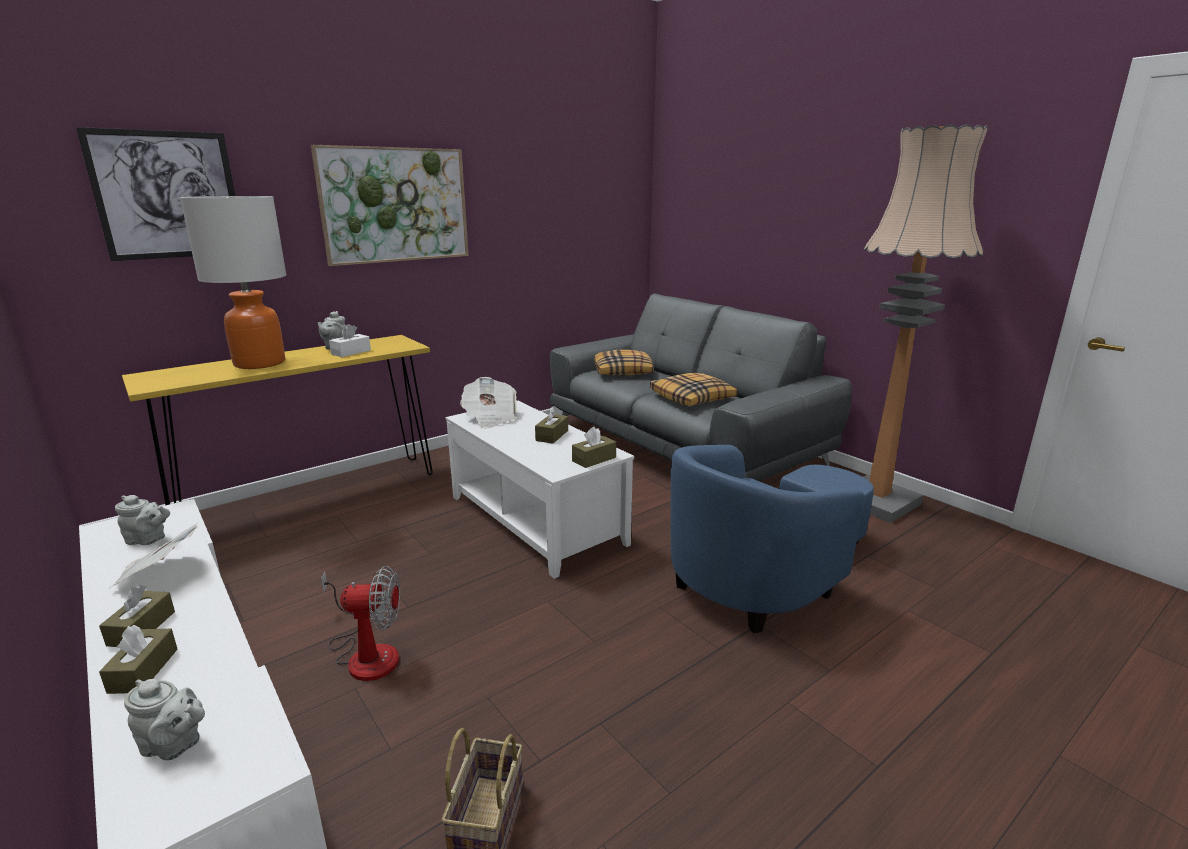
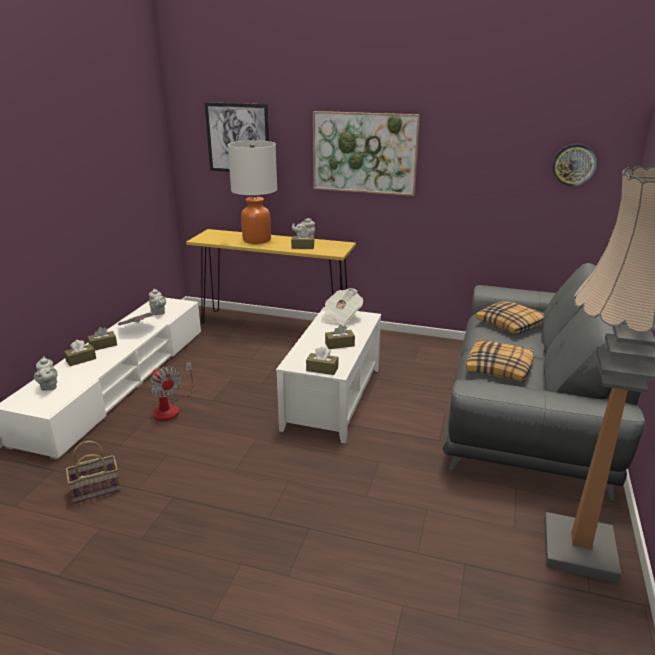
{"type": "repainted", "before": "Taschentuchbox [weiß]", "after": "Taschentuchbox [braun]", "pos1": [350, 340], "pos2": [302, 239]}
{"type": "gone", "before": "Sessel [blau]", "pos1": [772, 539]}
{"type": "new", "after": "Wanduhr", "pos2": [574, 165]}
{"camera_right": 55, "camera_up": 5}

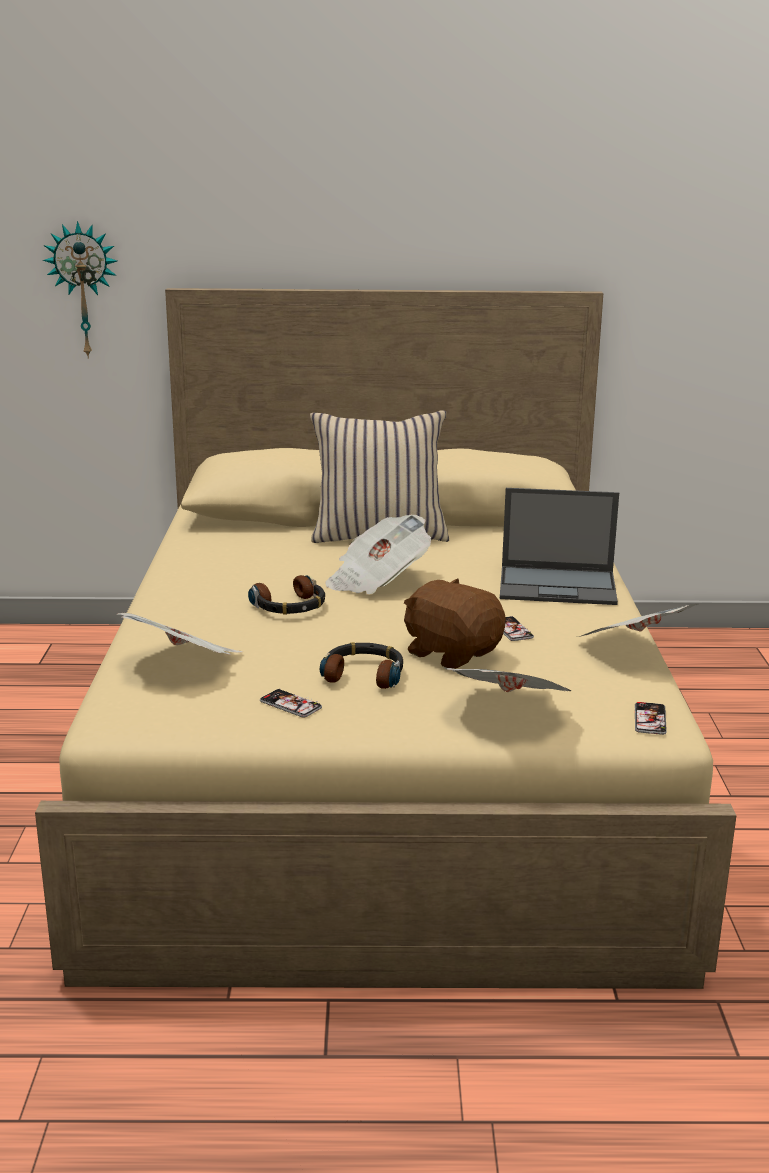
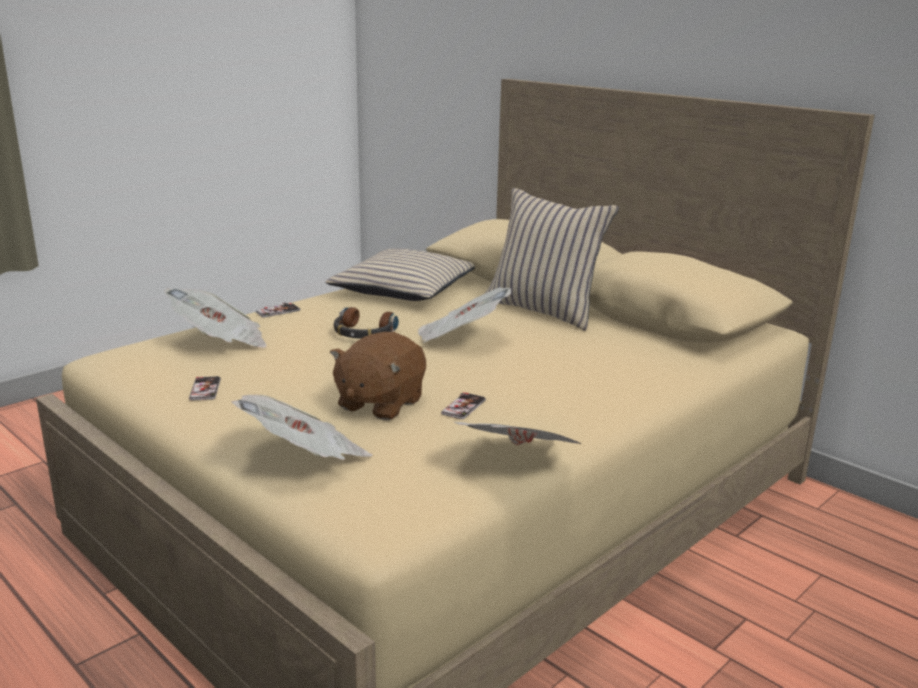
{"type": "gone", "before": "Wanduhr", "pos1": [80, 290]}
{"type": "gone", "before": "Kopfhörer", "pos1": [361, 665]}
{"type": "rotated", "before": "Plüschtier [braun]", "pos1": [455, 623], "pos2": [378, 376], "turn": -150}
{"type": "gone", "before": "Laptop", "pos1": [559, 546]}
{"type": "shifted", "before": "Handy", "pos1": [651, 718], "pos2": [278, 309]}
{"type": "new", "after": "Kissen [beige]", "pos2": [400, 274]}
{"camera_right": 45, "camera_up": 0}

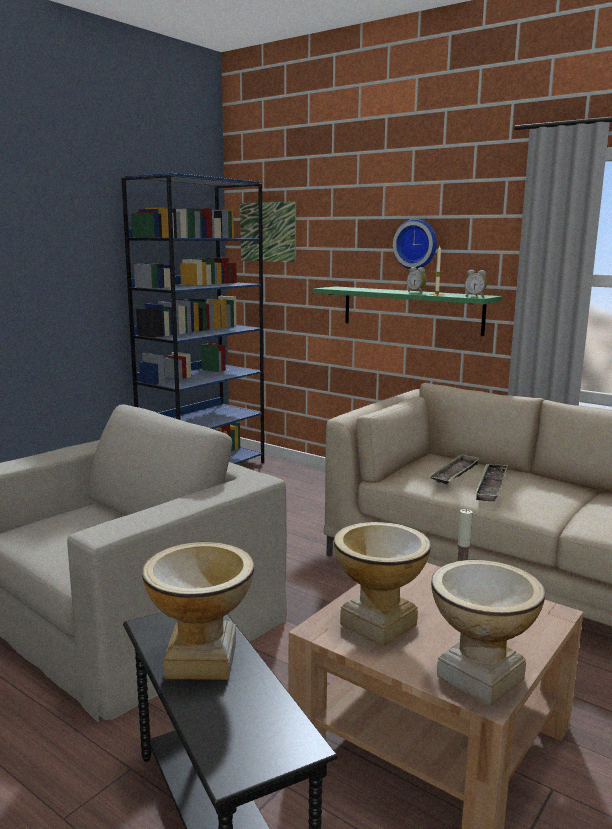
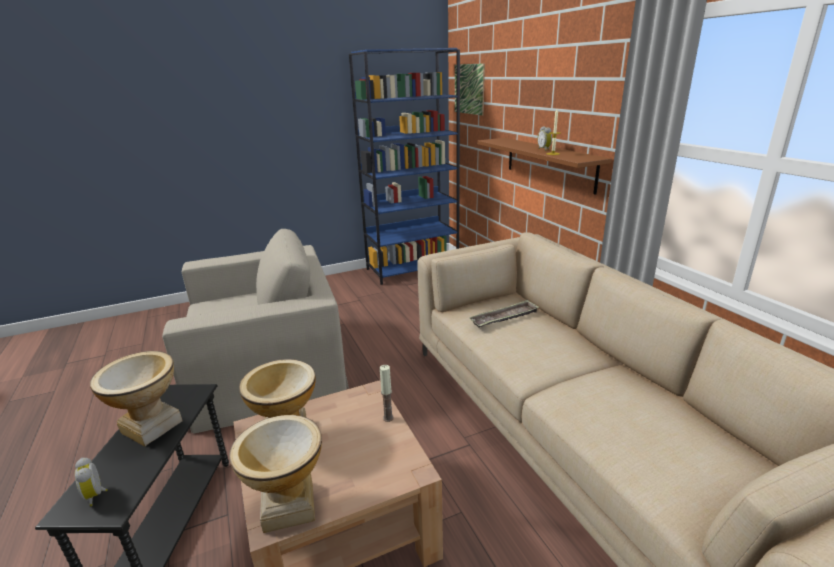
{"type": "repainted", "before": "Wandregal [grün]", "after": "Wandregal [braun]", "pos1": [407, 311], "pos2": [544, 166]}
{"type": "gone", "before": "Wanduhr", "pos1": [415, 244]}
{"type": "shifted", "before": "Wecker", "pos1": [476, 284], "pos2": [91, 482]}
{"type": "gone", "before": "Tablett", "pos1": [491, 482]}
{"camera_right": 30, "camera_up": 10}

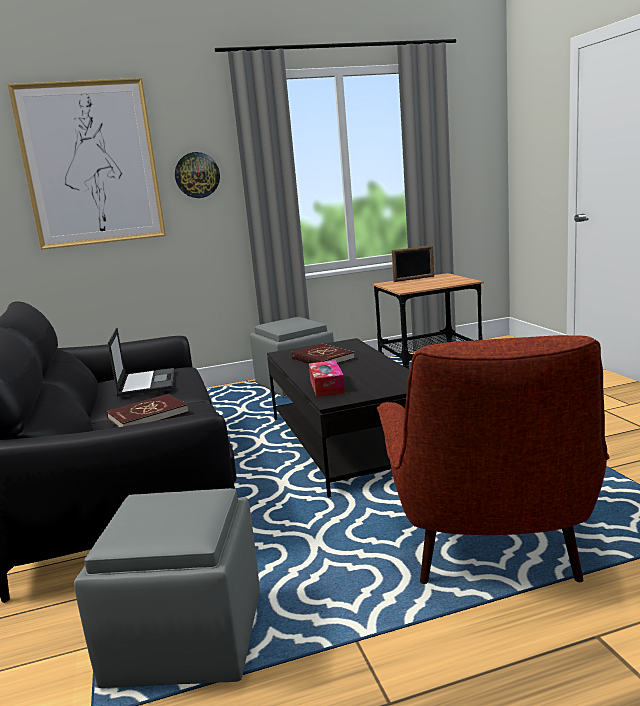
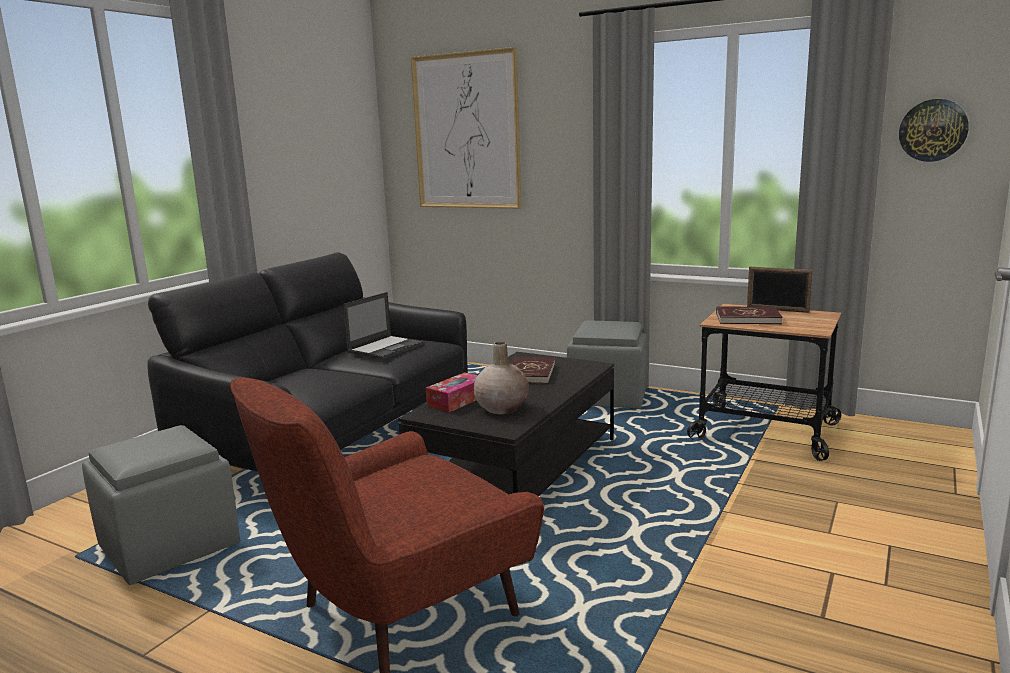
{"type": "shifted", "before": "Buch [rot]", "pos1": [147, 410], "pos2": [749, 315]}
{"type": "shifted", "before": "Wanduhr", "pos1": [197, 175], "pos2": [934, 130]}
{"type": "new", "after": "Vase [beige]", "pos2": [501, 378]}
{"camera_right": 45, "camera_up": 0}

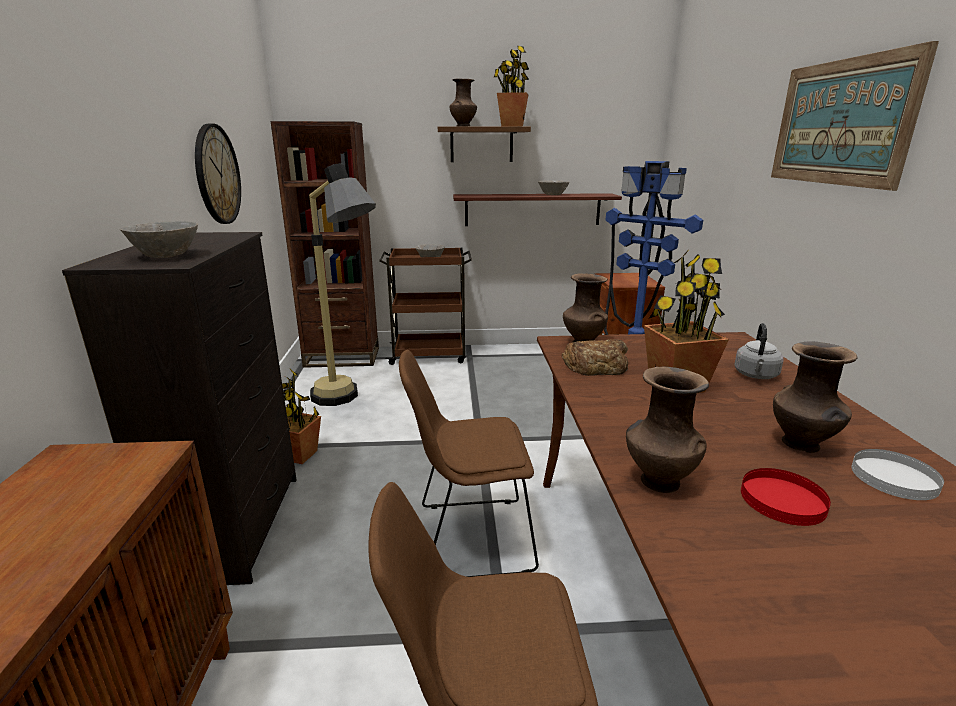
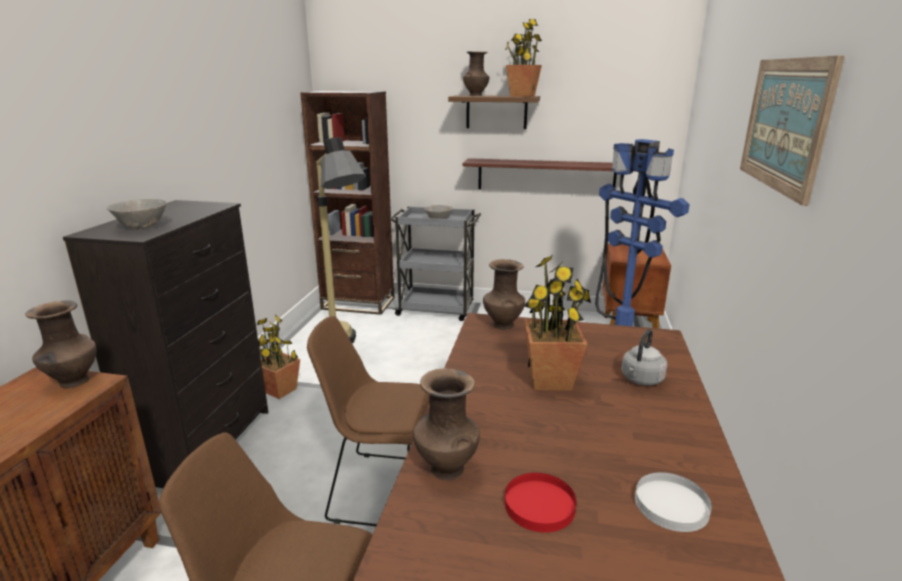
{"type": "gone", "before": "Wanduhr", "pos1": [218, 174]}
{"type": "repainted", "before": "Rollwagen [braun]", "after": "Rollwagen [grau]", "pos1": [425, 306], "pos2": [435, 263]}
{"type": "gone", "before": "Schüssel [grau]", "pos1": [553, 187]}
{"type": "gone", "before": "Brot", "pos1": [595, 357]}
{"type": "shifted", "before": "Vase [braun]", "pos1": [815, 397], "pos2": [61, 344]}
{"camera_right": 15, "camera_up": 0}

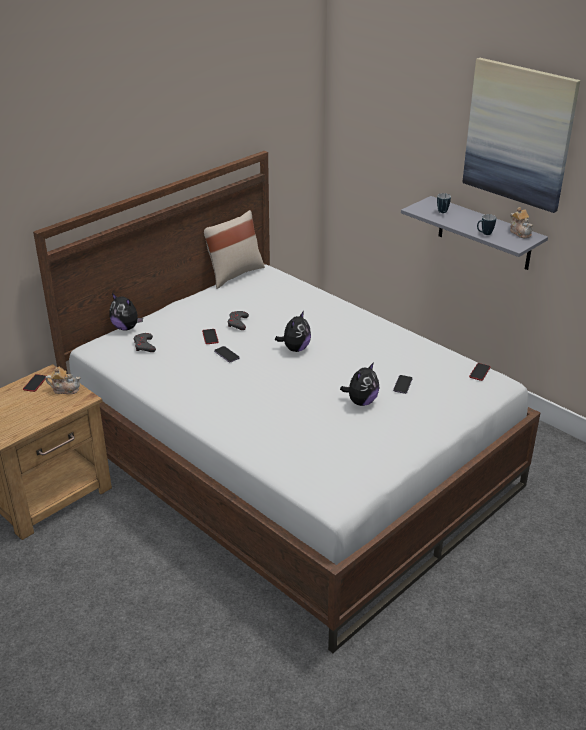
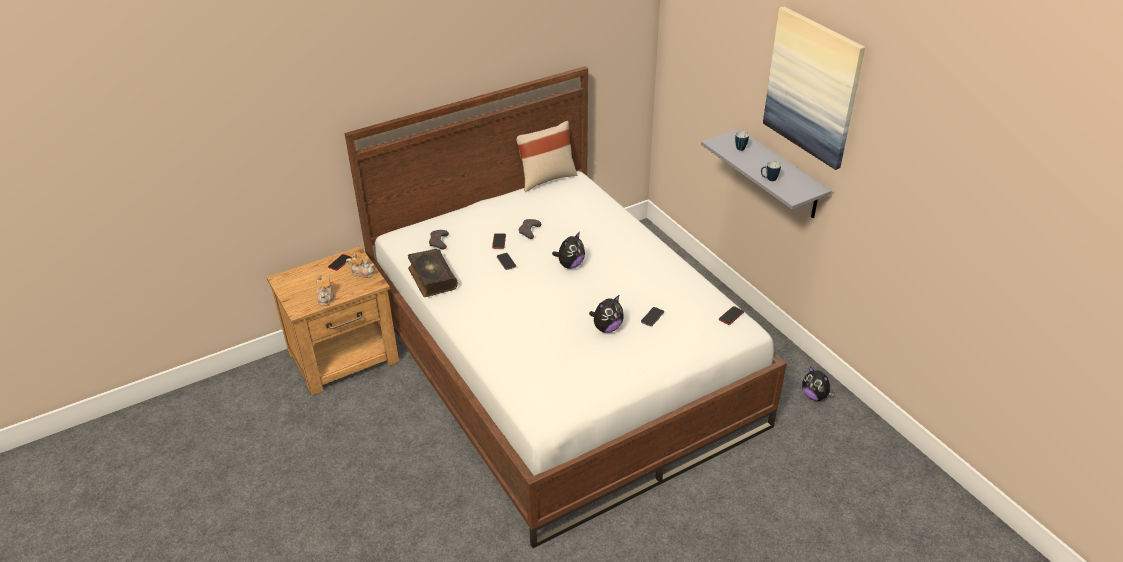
{"type": "shifted", "before": "Plüschtier", "pos1": [126, 312], "pos2": [818, 383]}
{"type": "shifted", "before": "Teekanne", "pos1": [521, 222], "pos2": [325, 290]}
{"type": "new", "after": "Buch", "pos2": [433, 273]}
{"camera_right": 15, "camera_up": 5}

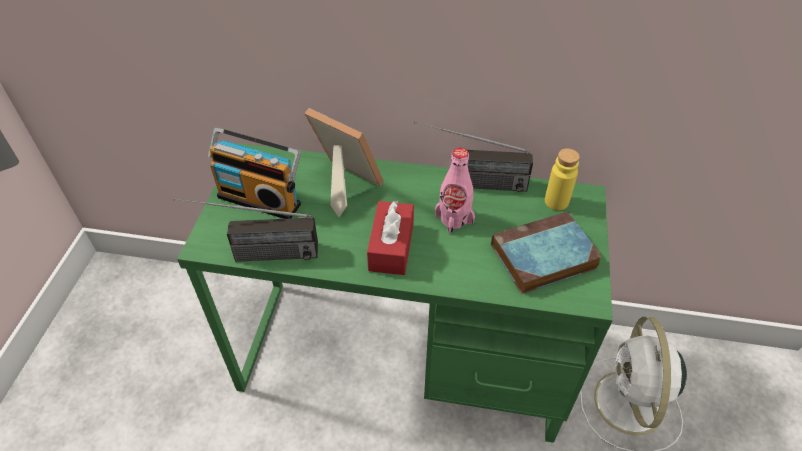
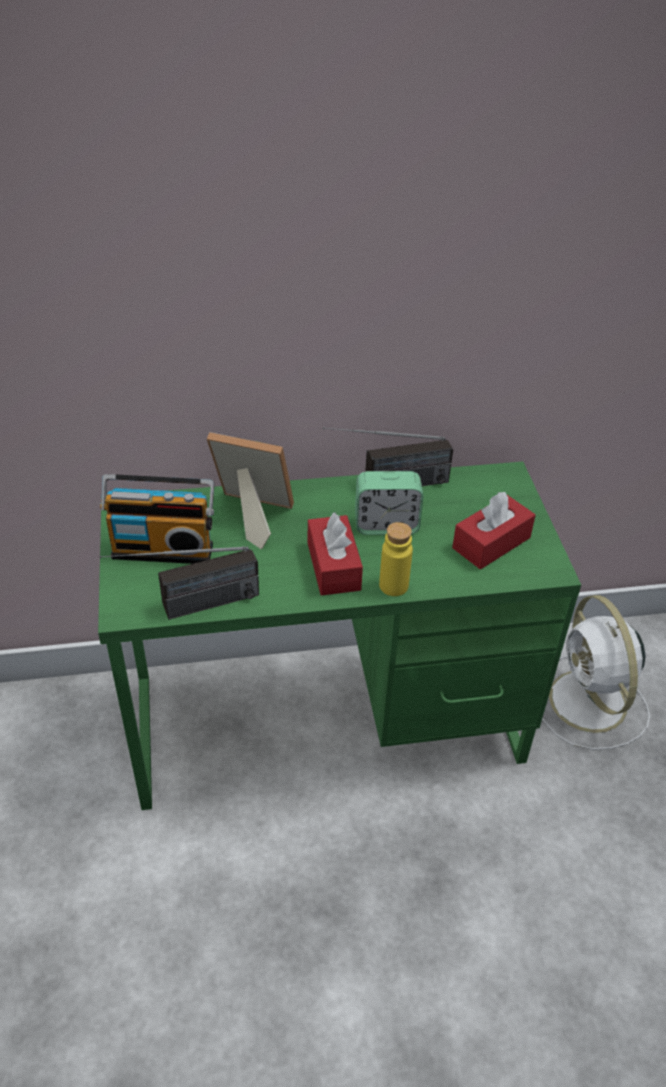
{"type": "swapped", "before": "Flasche [rosa]", "after": "Wecker", "pos1": [455, 191], "pos2": [389, 503]}
{"type": "swapped", "before": "Buch", "after": "Taschentuchbox [rot]", "pos1": [546, 252], "pos2": [494, 530]}
{"type": "shifted", "before": "Flasche [gelb]", "pos1": [562, 179], "pos2": [396, 559]}
{"camera_right": -20, "camera_up": -5}

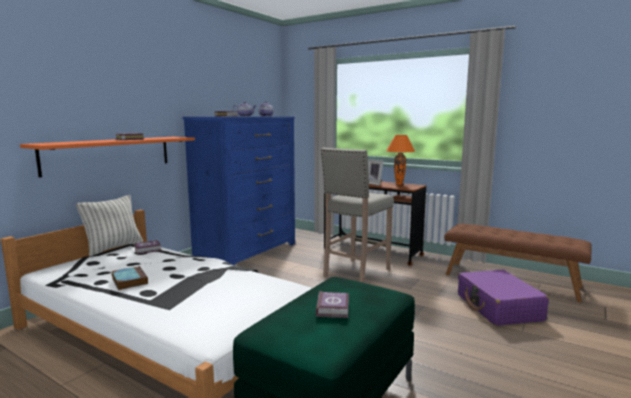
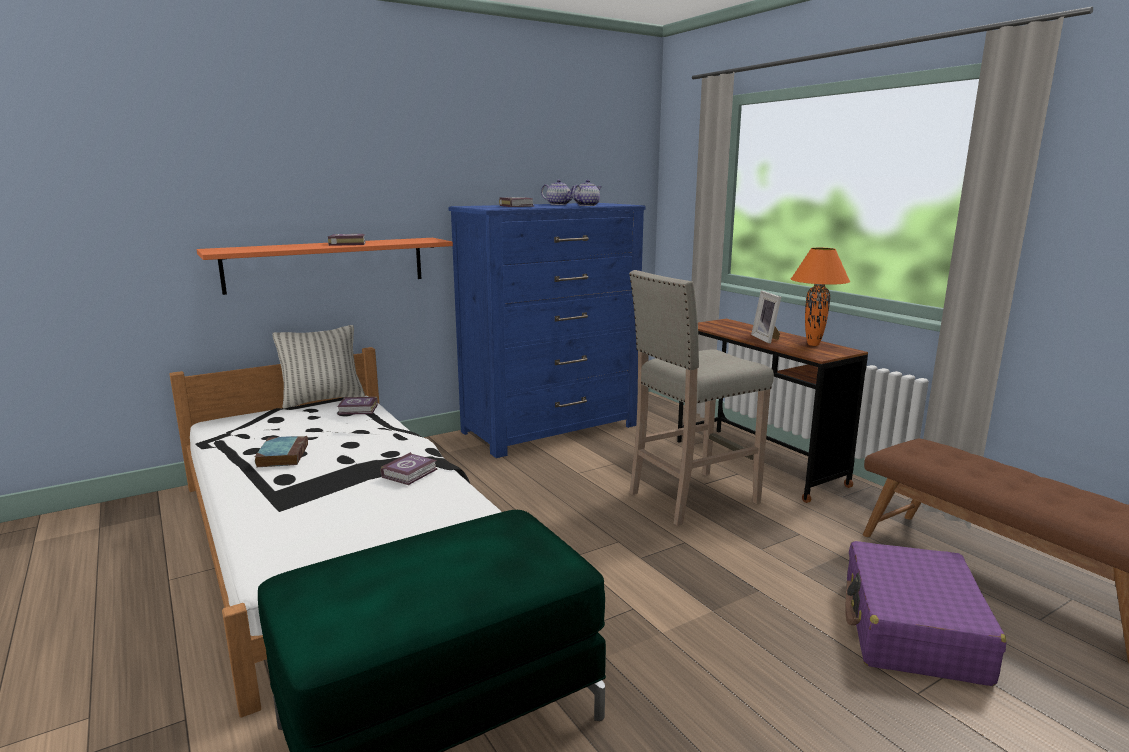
{"type": "shifted", "before": "Buch", "pos1": [332, 304], "pos2": [409, 468]}
{"camera_right": 25, "camera_up": 5}

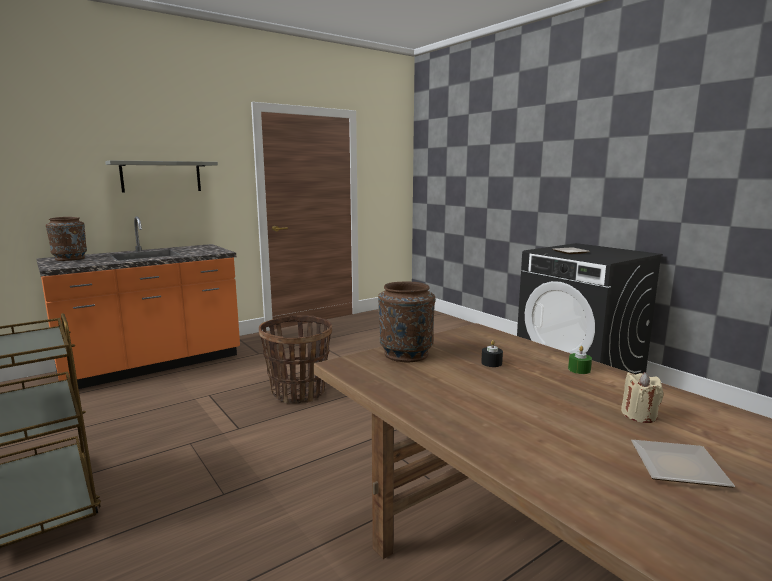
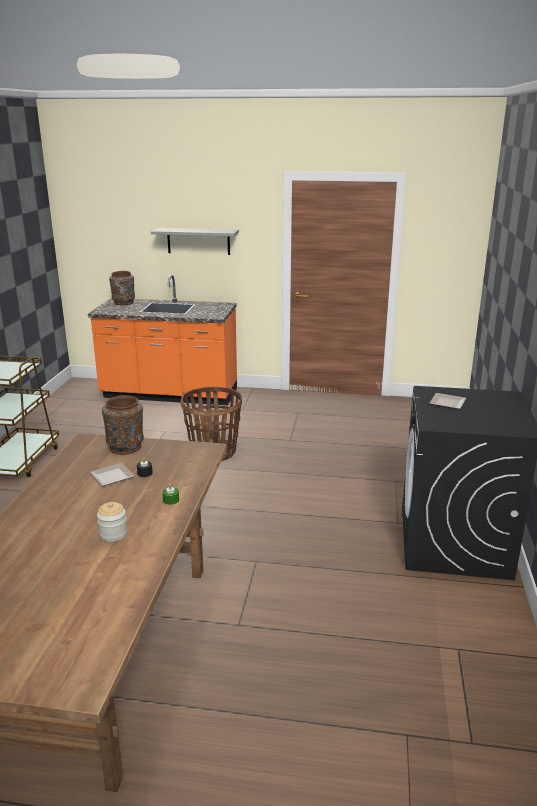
{"type": "swapped", "before": "Kerze [beige]", "after": "Vorratsglas", "pos1": [642, 397], "pos2": [112, 522]}
{"type": "shifted", "before": "Teller", "pos1": [683, 464], "pos2": [112, 474]}
{"camera_right": 45, "camera_up": 10}

